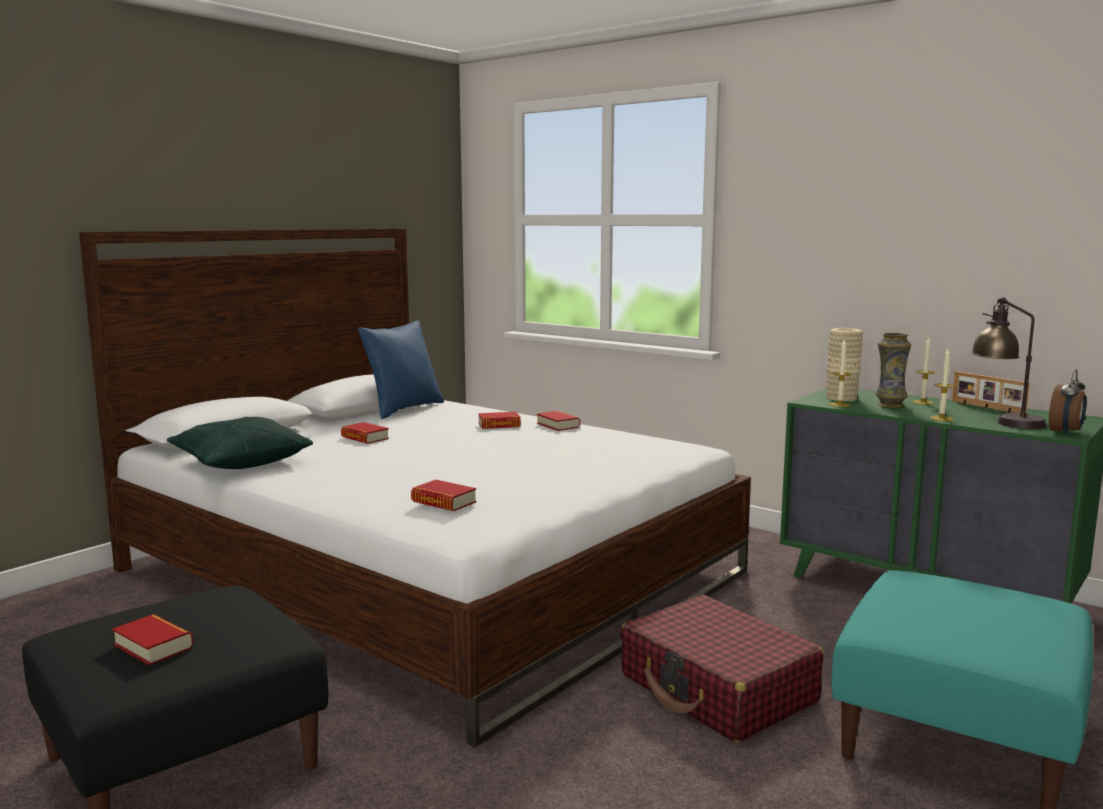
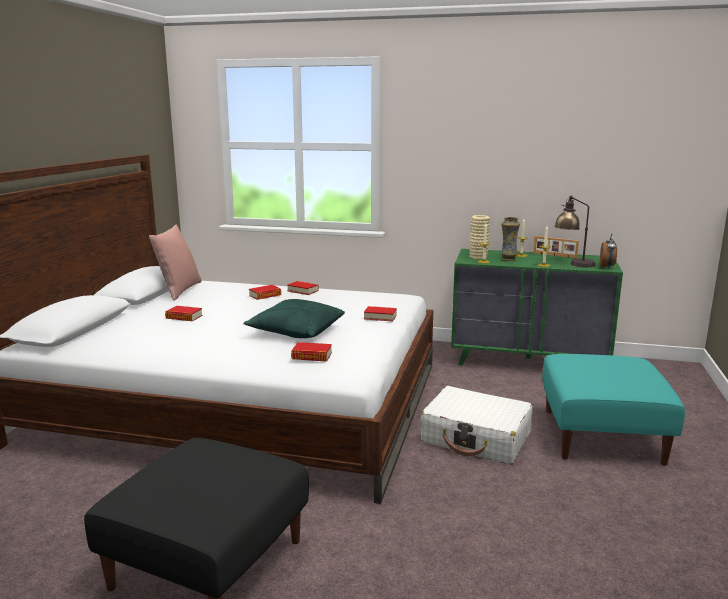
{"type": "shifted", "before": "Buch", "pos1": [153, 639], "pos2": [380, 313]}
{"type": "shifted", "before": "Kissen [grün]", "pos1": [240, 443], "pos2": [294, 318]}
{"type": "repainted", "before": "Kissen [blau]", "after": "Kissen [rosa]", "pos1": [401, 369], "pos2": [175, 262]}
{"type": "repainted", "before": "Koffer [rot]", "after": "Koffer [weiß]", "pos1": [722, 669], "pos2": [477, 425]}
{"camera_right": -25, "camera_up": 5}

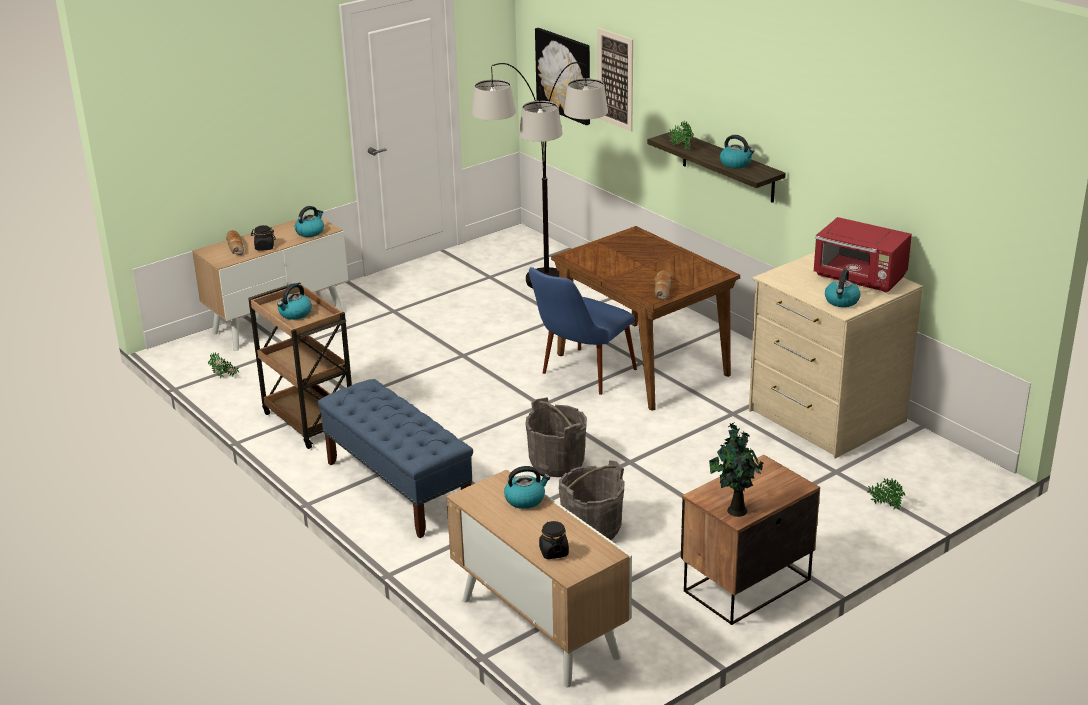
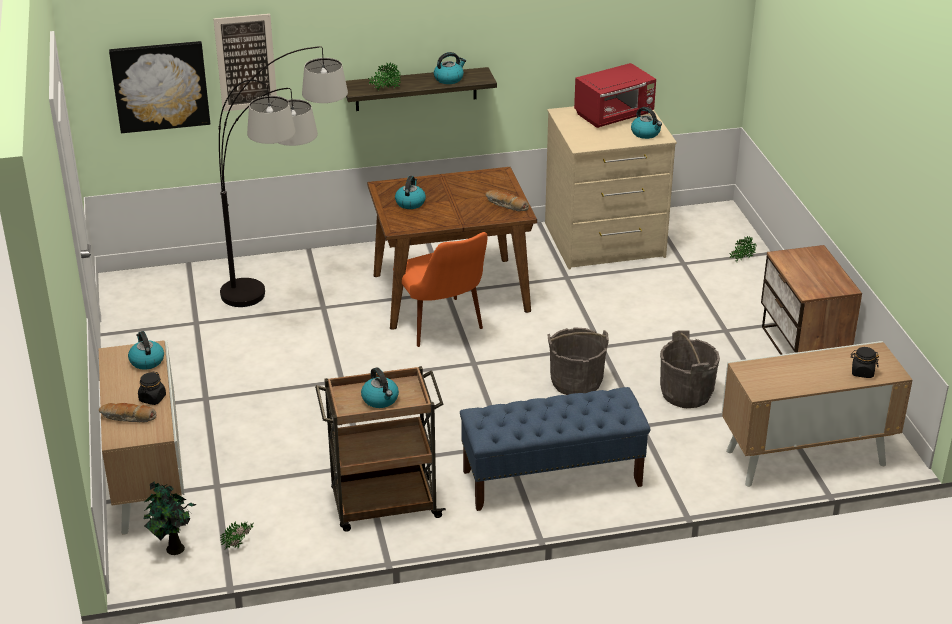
{"type": "shifted", "before": "Wasserkessel", "pos1": [527, 487], "pos2": [410, 192]}
{"type": "repainted", "before": "Stuhl [blau]", "after": "Stuhl [orange]", "pos1": [583, 331], "pos2": [440, 289]}
{"type": "shifted", "before": "Topfpflanze", "pos1": [736, 469], "pos2": [170, 518]}
{"camera_right": -65, "camera_up": 5}

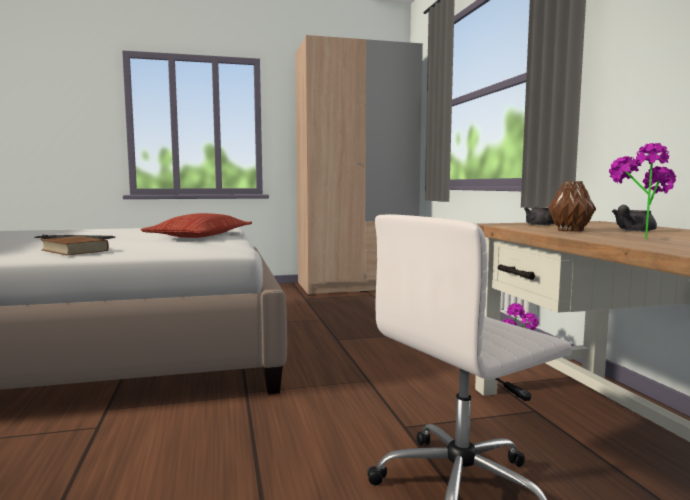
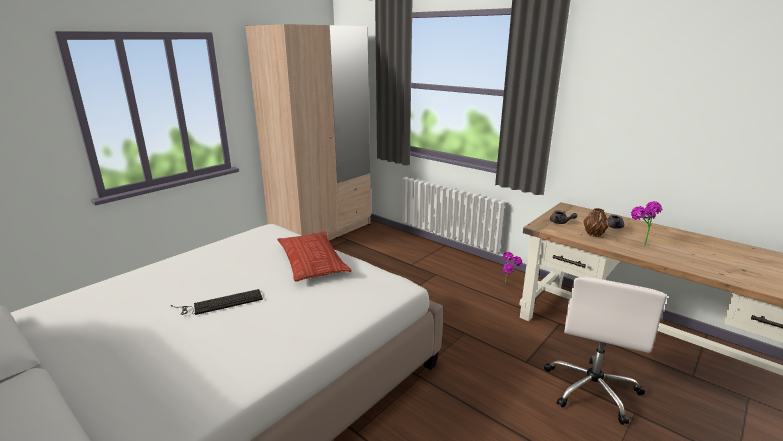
{"type": "gone", "before": "Buch [braun]", "pos1": [74, 245]}
{"camera_right": -35, "camera_up": 15}

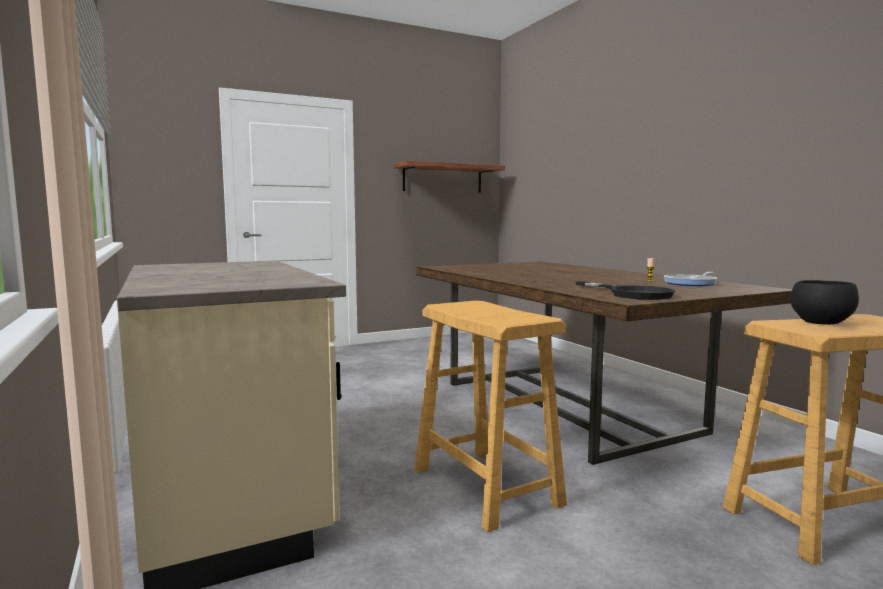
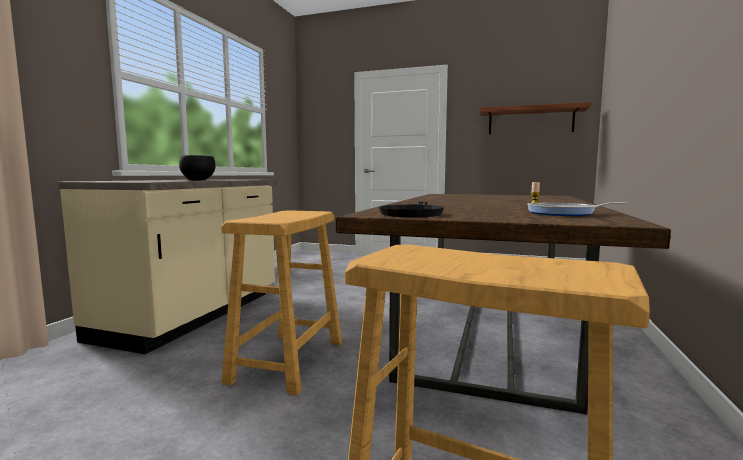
{"type": "shifted", "before": "Schüssel [schwarz]", "pos1": [824, 302], "pos2": [197, 168]}
{"camera_right": 45, "camera_up": 0}

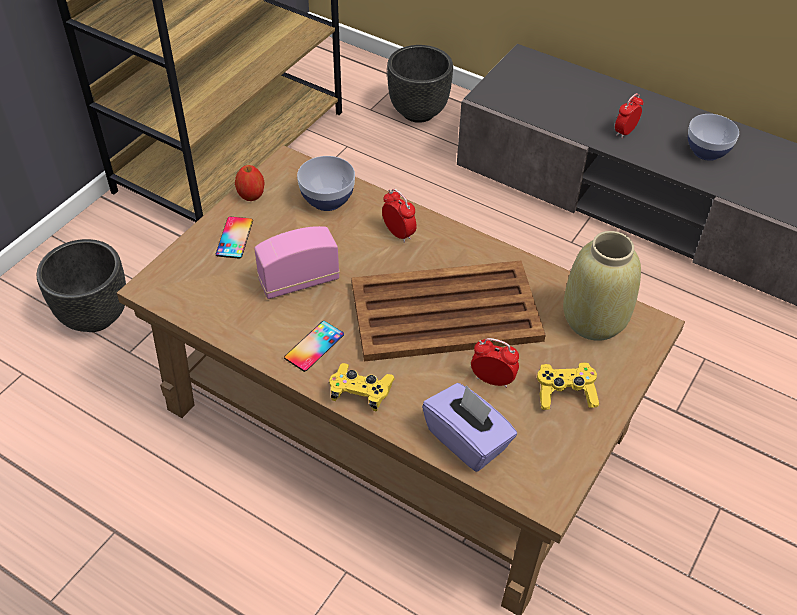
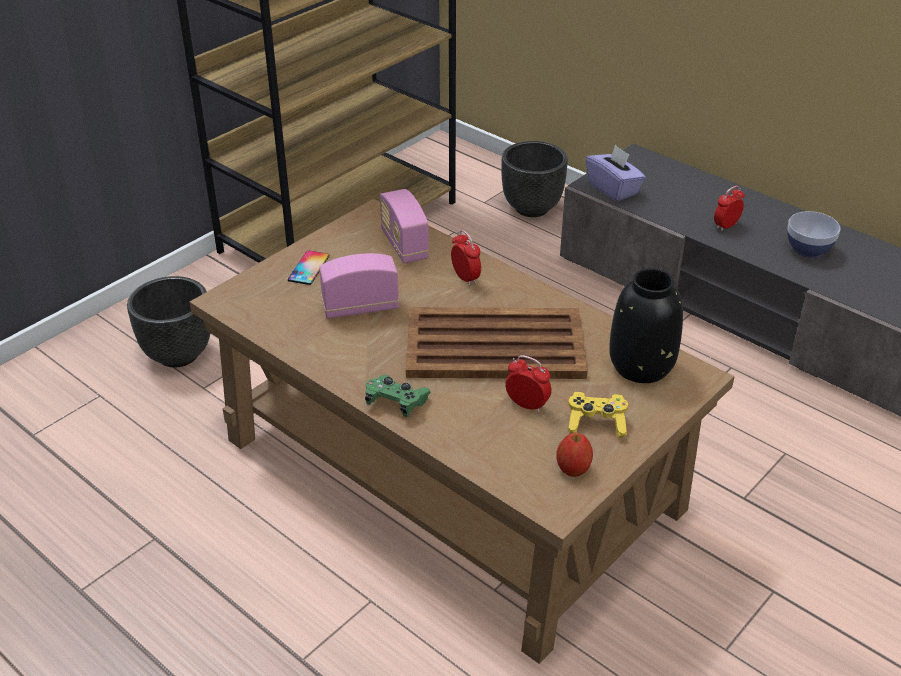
{"type": "shifted", "before": "Apfel", "pos1": [249, 183], "pos2": [574, 455]}
{"type": "gone", "before": "Handy", "pos1": [314, 346]}
{"type": "swapped", "before": "Schüssel", "after": "Radio", "pos1": [326, 183], "pos2": [404, 226]}
{"type": "repainted", "before": "Gamepad [gelb]", "after": "Gamepad [grün]", "pos1": [362, 387], "pos2": [398, 396]}
{"type": "shifted", "before": "Taschentuchbox [lila]", "pos1": [469, 427], "pos2": [616, 173]}
{"type": "repainted", "before": "Vase [beige]", "after": "Vase [schwarz]", "pos1": [602, 286], "pos2": [646, 325]}
{"camera_right": 10, "camera_up": -10}

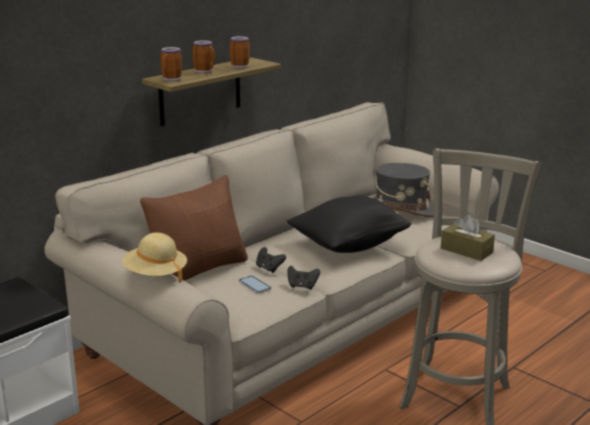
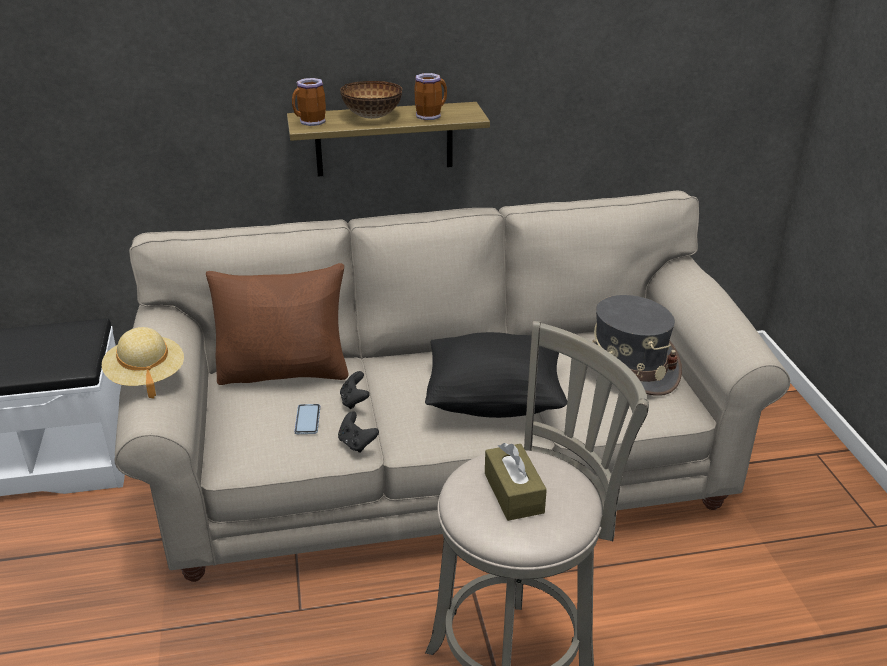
{"type": "swapped", "before": "Henkelbecher", "after": "Schüssel", "pos1": [204, 57], "pos2": [371, 100]}
{"camera_right": 35, "camera_up": 10}

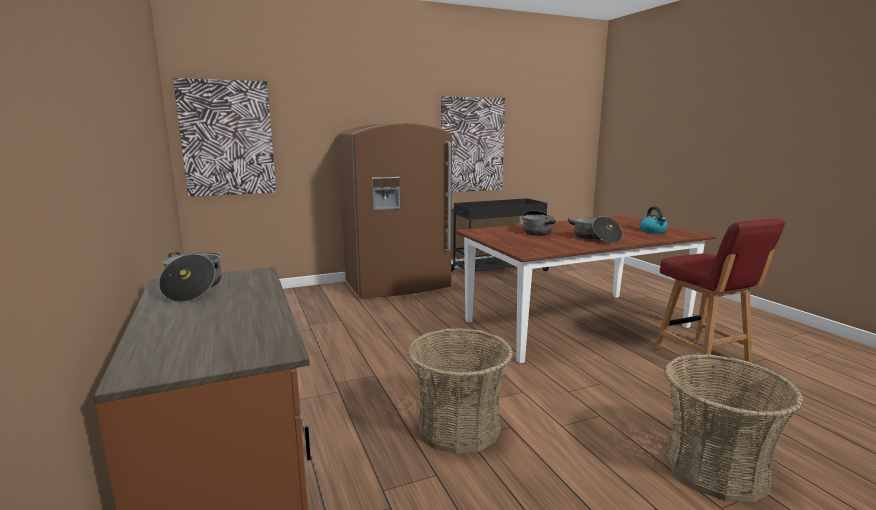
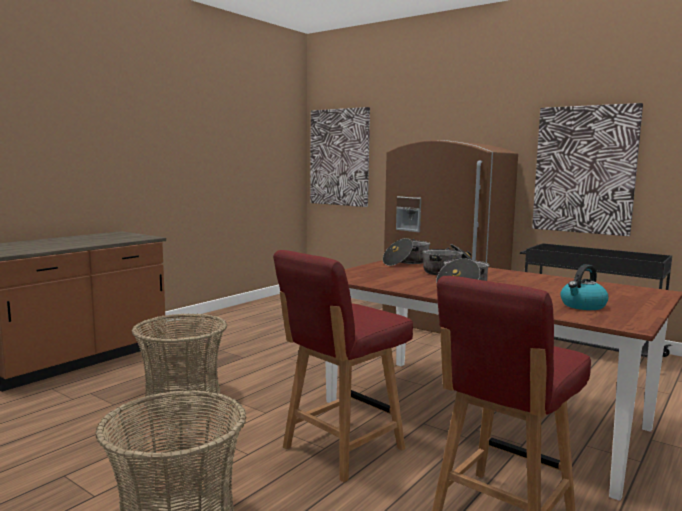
{"type": "shifted", "before": "Kochtopf", "pos1": [190, 277], "pos2": [406, 252]}
{"type": "new", "after": "Stuhl [rot]", "pos2": [343, 366]}
{"camera_right": 60, "camera_up": -5}

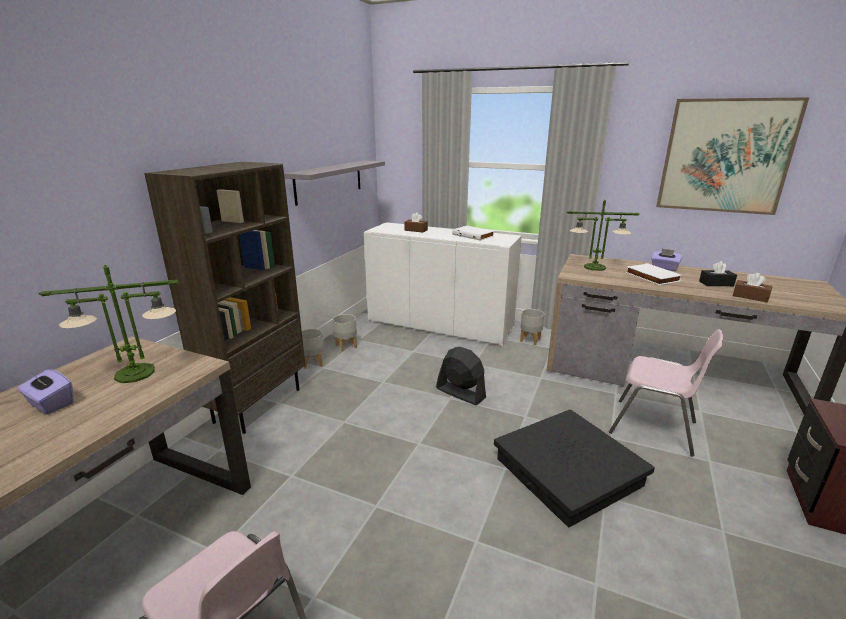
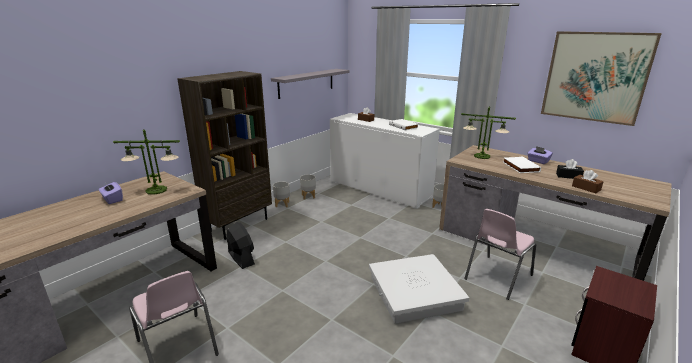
{"type": "shifted", "before": "Ventilator [schwarz]", "pos1": [461, 376], "pos2": [240, 245]}
{"type": "repainted", "before": "Aufbewahrungsbox [schwarz]", "after": "Aufbewahrungsbox [weiß]", "pos1": [574, 468], "pos2": [419, 289]}
{"type": "rotated", "before": "Stuhl [rosa]", "pos1": [666, 393], "pos2": [500, 254], "turn": 90}
{"camera_right": 15, "camera_up": 0}

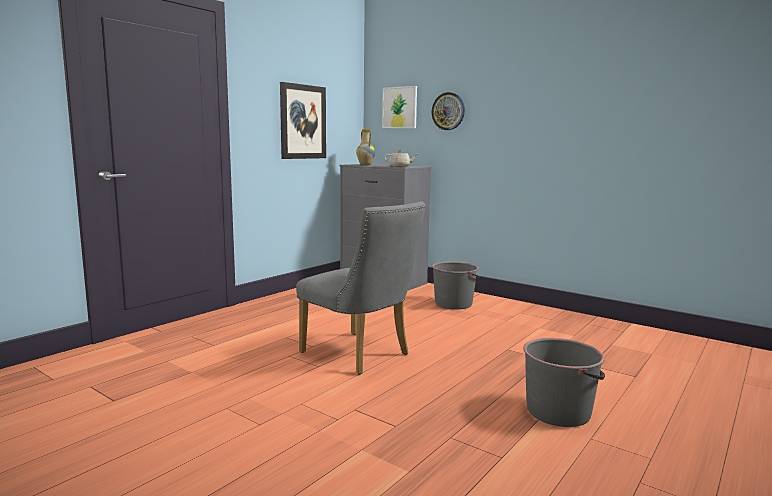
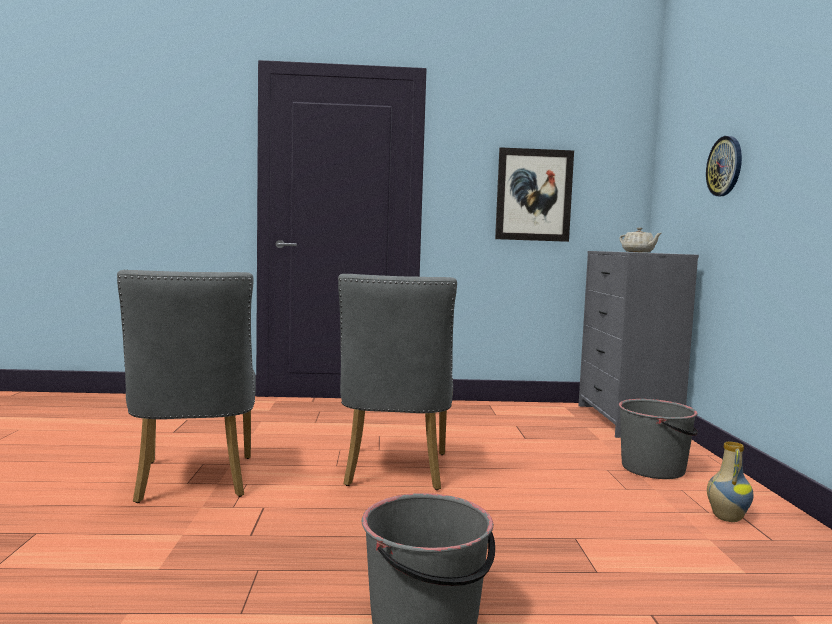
{"type": "shifted", "before": "Vase", "pos1": [365, 147], "pos2": [730, 482]}
{"type": "gone", "before": "Bild", "pos1": [399, 107]}
{"type": "new", "after": "Stuhl [grau]", "pos2": [186, 386]}
{"camera_right": 50, "camera_up": -5}

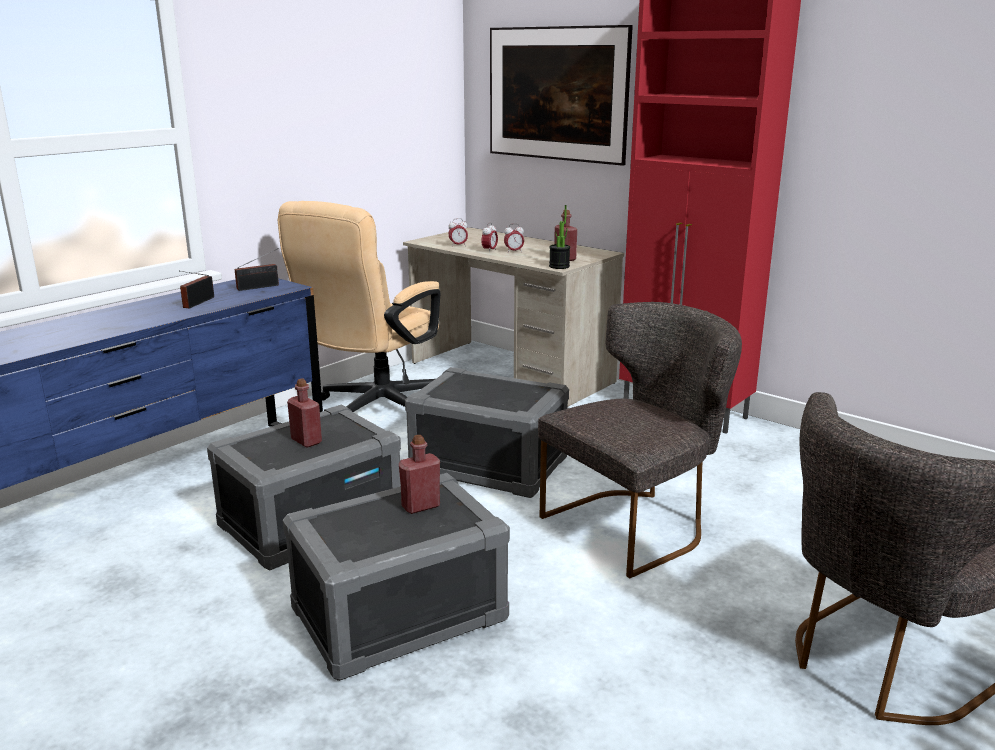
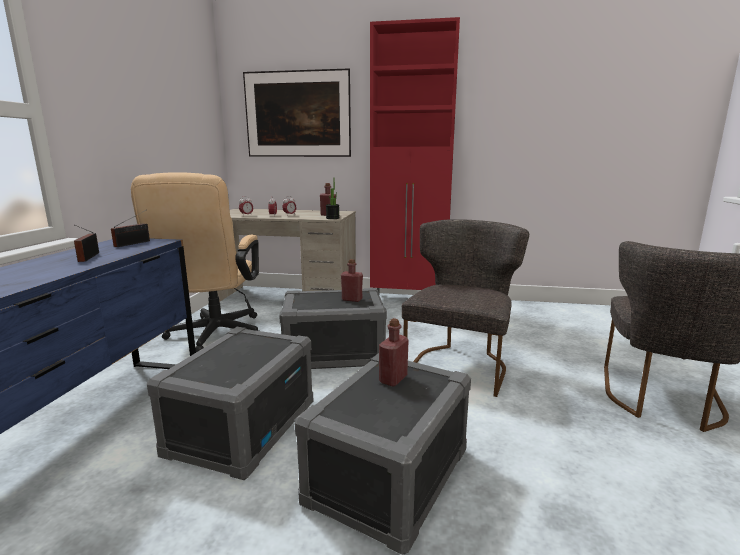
{"type": "shifted", "before": "Flasche [rot]", "pos1": [304, 413], "pos2": [352, 280]}
{"camera_right": -30, "camera_up": -5}

